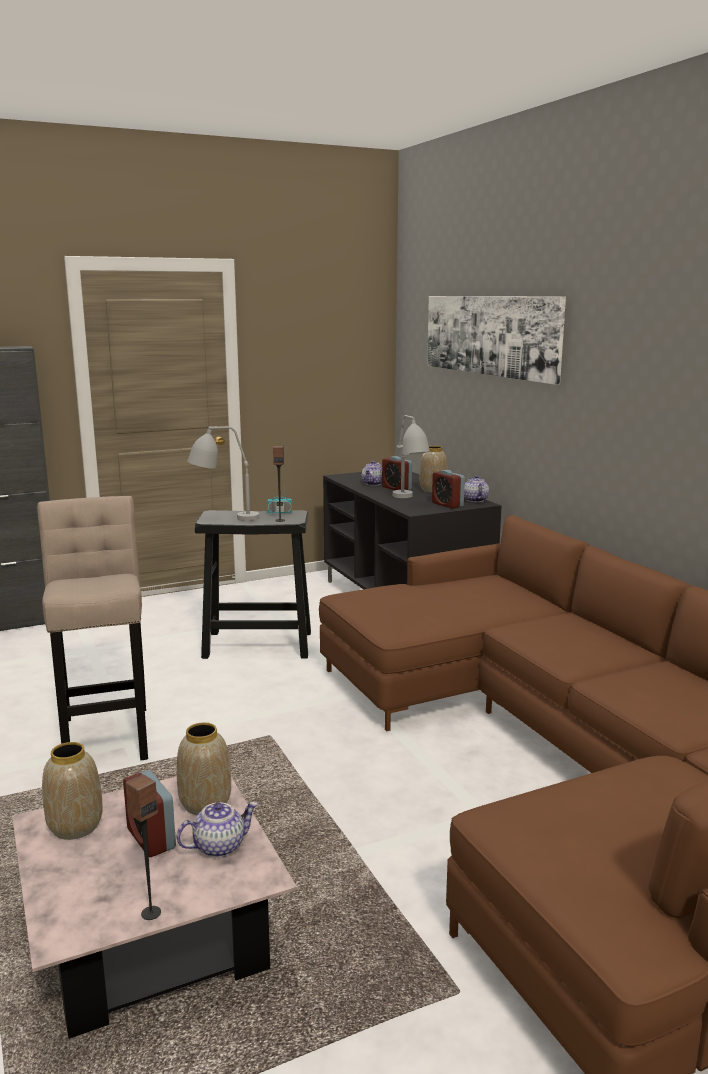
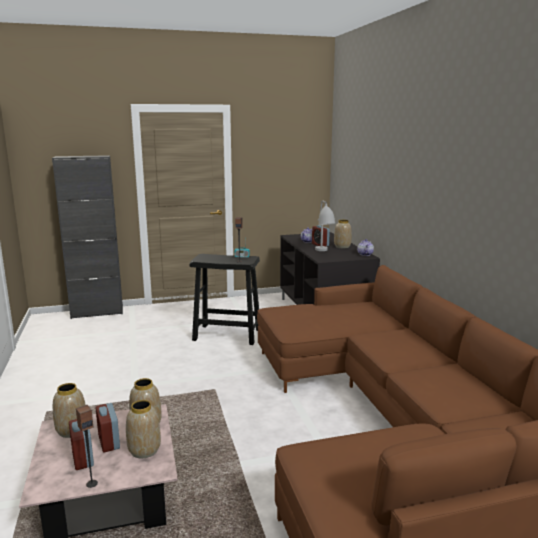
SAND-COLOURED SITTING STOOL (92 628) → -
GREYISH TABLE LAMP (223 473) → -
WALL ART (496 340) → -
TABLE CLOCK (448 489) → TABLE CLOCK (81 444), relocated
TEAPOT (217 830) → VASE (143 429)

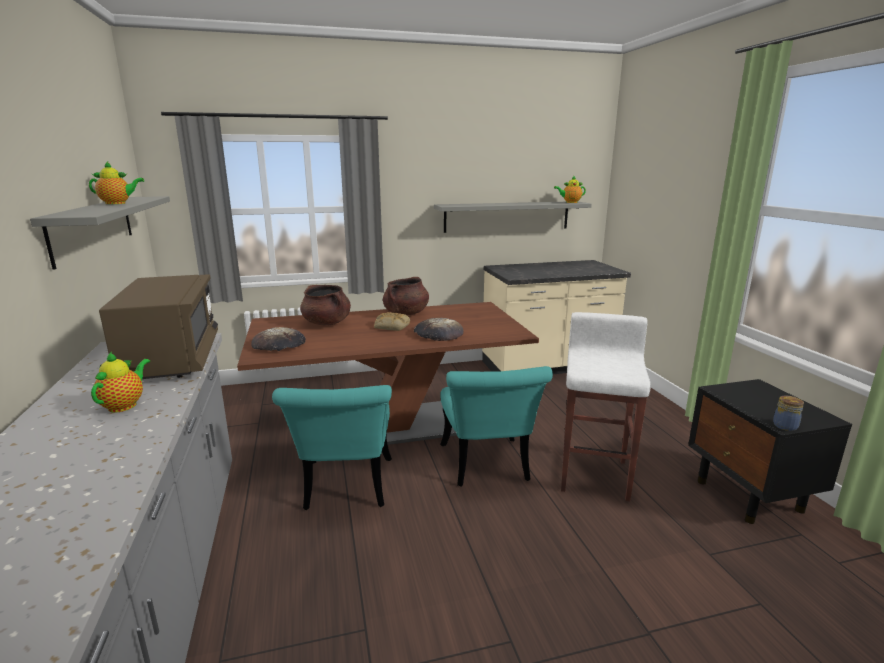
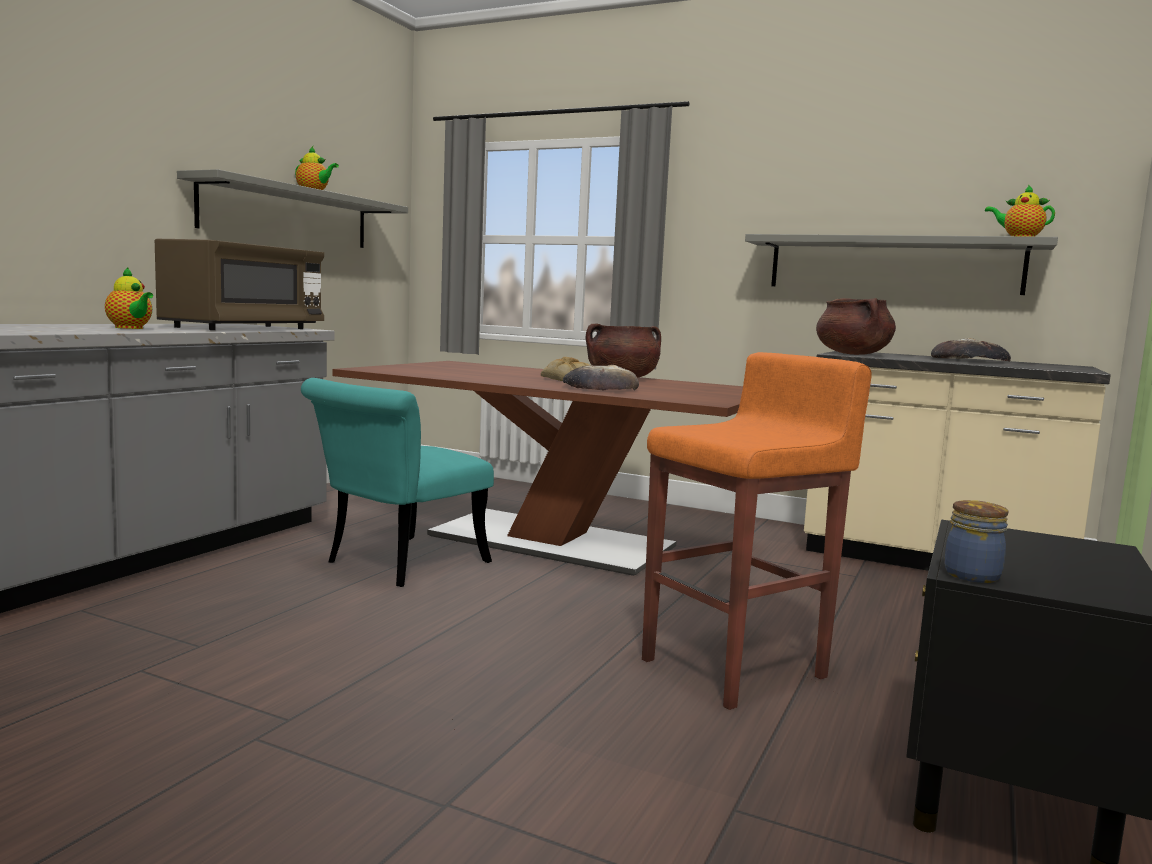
TURQUOISE-COLOURED UPRIGHT CHAIR (496 426) → -
BAKERY BREAD (278 339) → BAKERY BREAD (971 350), relocated
BROWN COOKING POT (325 305) → BROWN COOKING POT (856 326), relocated
WHITE SITTING STOOL (606 407) → ORANGE SITTING STOOL (757 531)
TEAPOT (120 382) → TEAPOT (129 298), 75 degrees clockwise

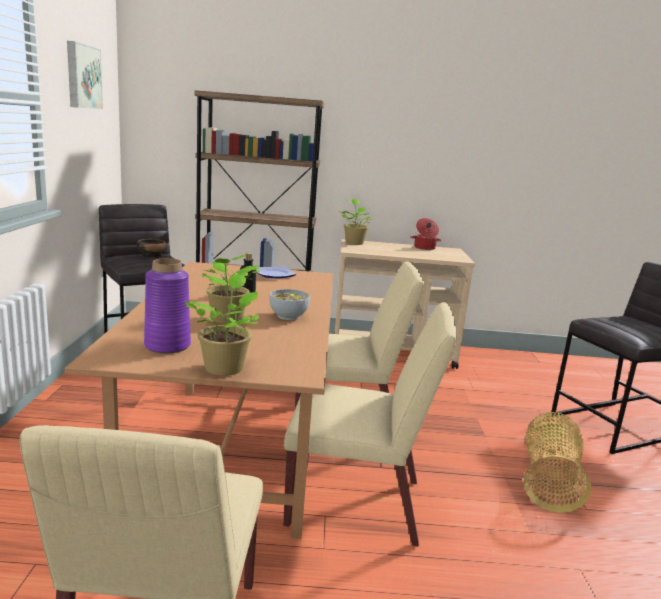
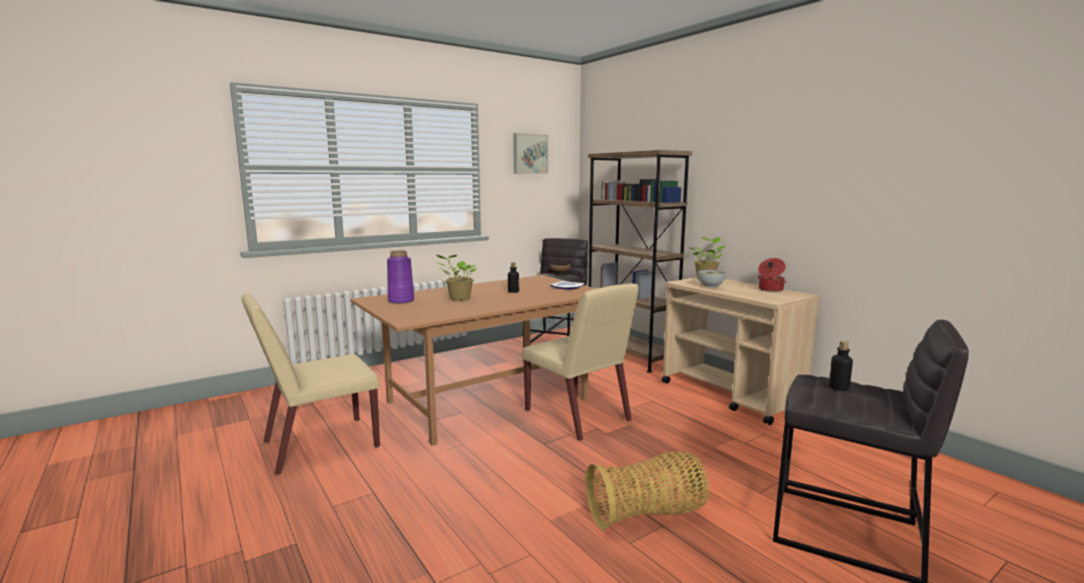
PLANT IN A POT (222 324) → -
SAND-COLOURED UPRIGHT CHAIR (370 424) → -
- → BEVERAGE BOTTLE (841 366)
DEEP DISH (289 304) → DEEP DISH (711 279), relocated

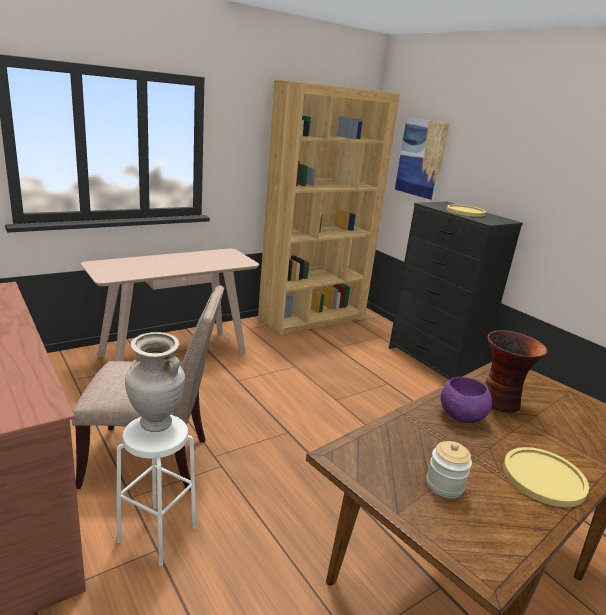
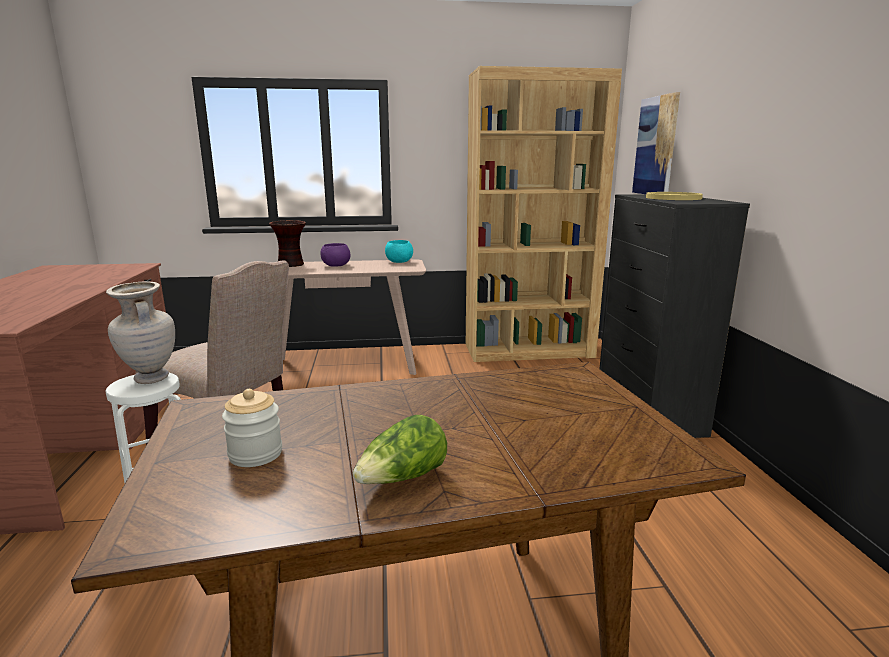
- → TURQUOISE-COLOURED DEEP DISH (399 251)
PURPLE DEEP DISH (466 400) → PURPLE DEEP DISH (335 254), relocated
VASE (516 371) → VASE (287 243), relocated
YELLOW DINNER PLATE (546 477) → LETTUCE HEAD (400 449)

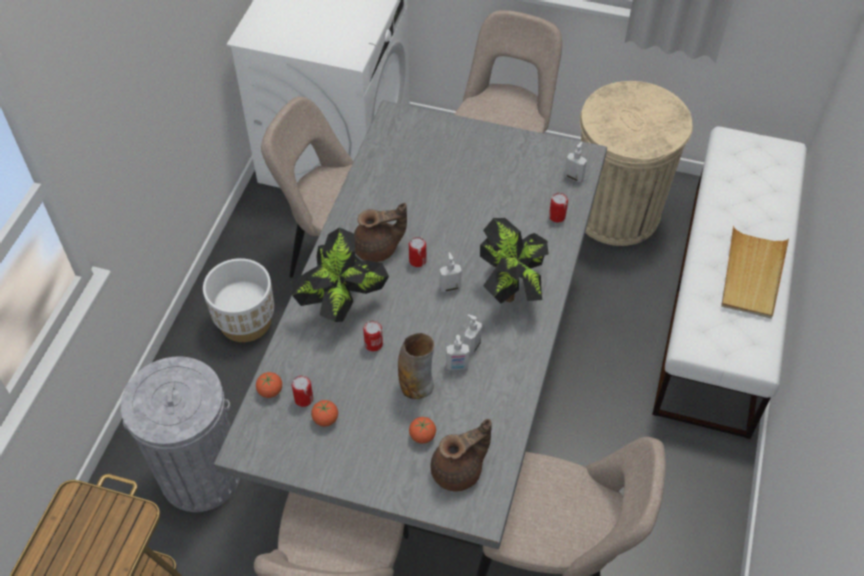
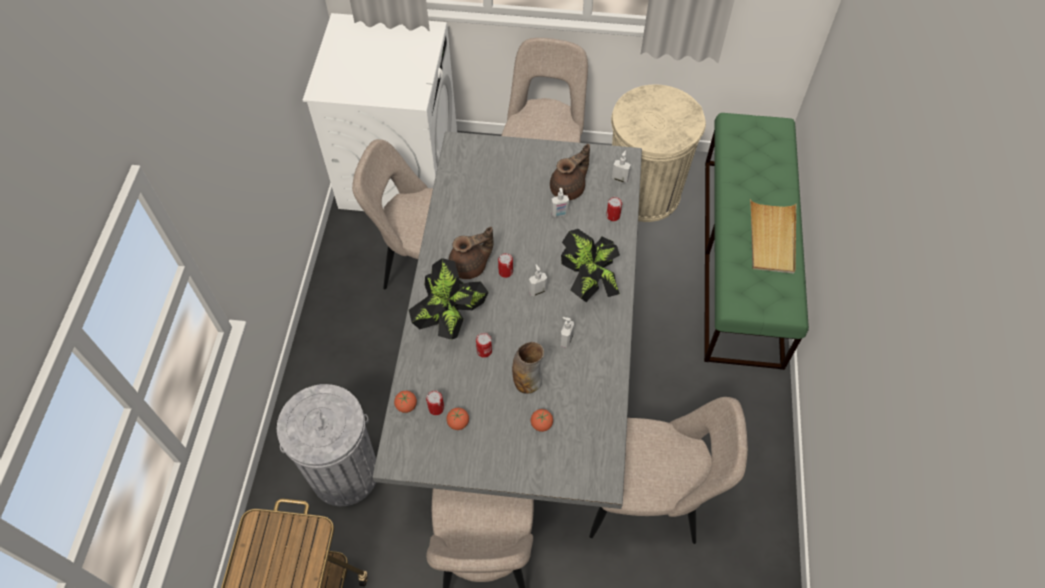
WHITE PLANT POT (238 300) → -
BROWN TEAPOT (461 455) → BROWN TEAPOT (570 172), relocated
SOAP DISPENSER (457 352) → SOAP DISPENSER (560 202), relocated
WHITE BENCH (729 282) → GREEN BENCH (756 241)

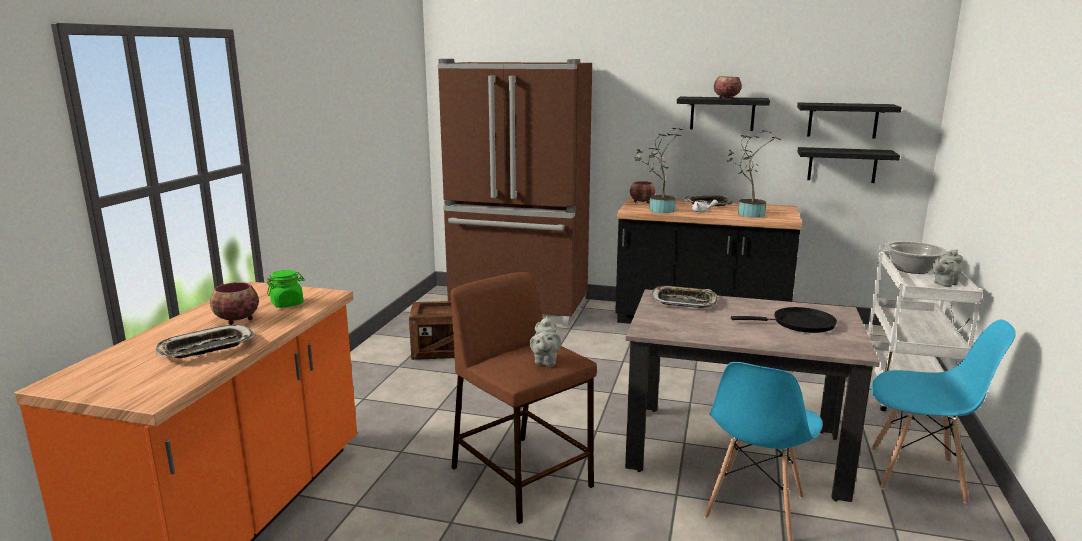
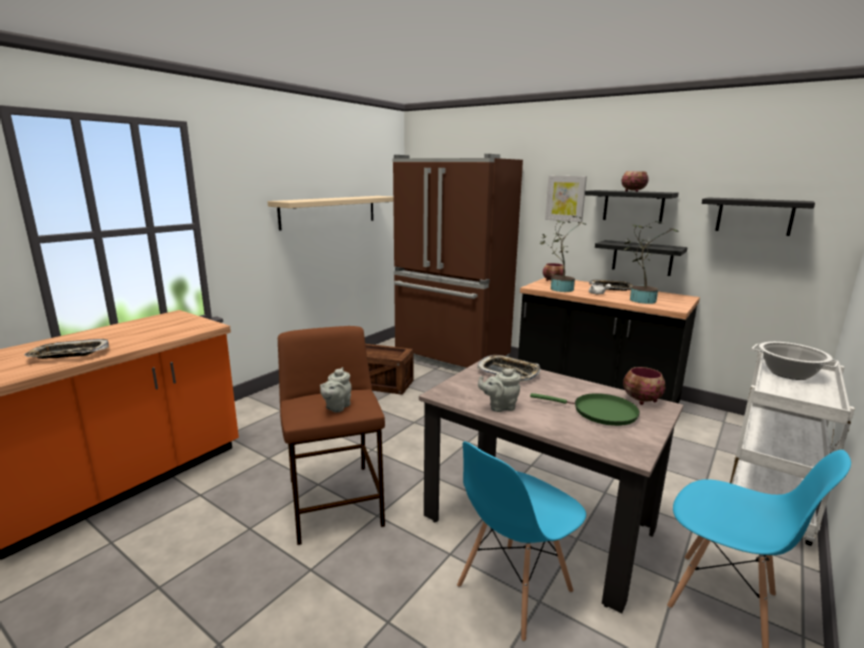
GREEN STORAGE JAR (286 289) → -
- → SAND-COLOURED BRACKET SHELF (330 213)
- → WALL ART (566 199)
DEEP DISH (234 303) → DEEP DISH (644 386), relocated
BLACK-COLOURED BRACKET SHELF (848 165) → BLACK-COLOURED BRACKET SHELF (641 258), relocated
GREYISH TEAPOT (947 268) → GREYISH TEAPOT (499 390), relocated
BLACK-COLOURED SKILLET (784 320) → GREEN SKILLET (585 409)

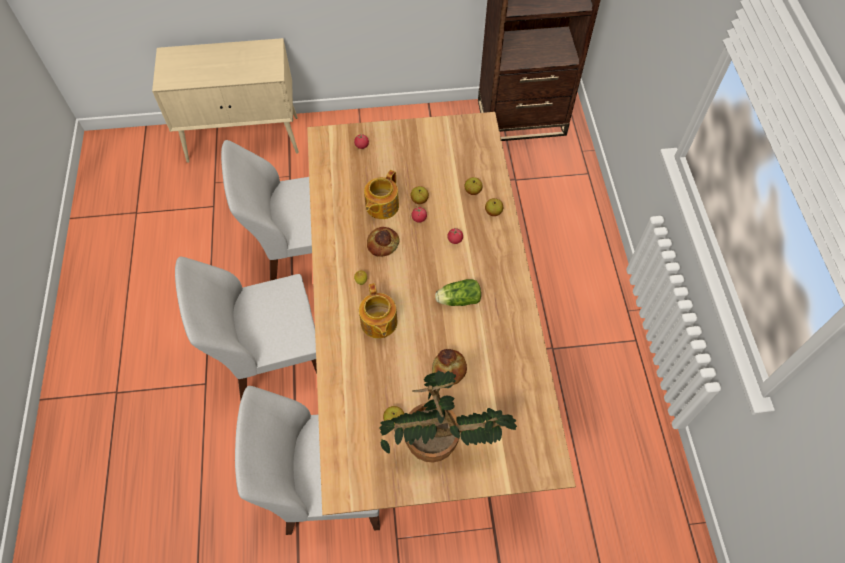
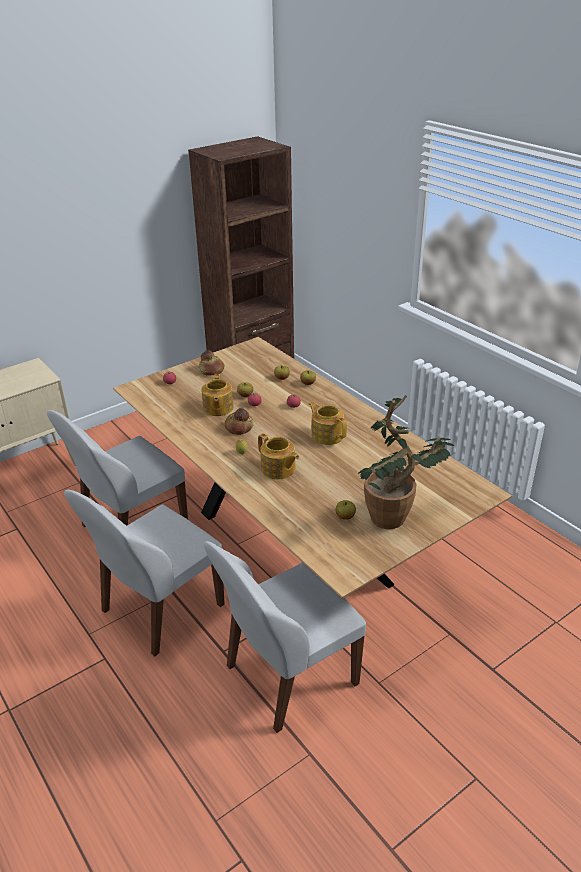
BAKERY BREAD (449 367) → BAKERY BREAD (211 363), relocated
LETTUCE HEAD (458 292) → TEAPOT (328 423)

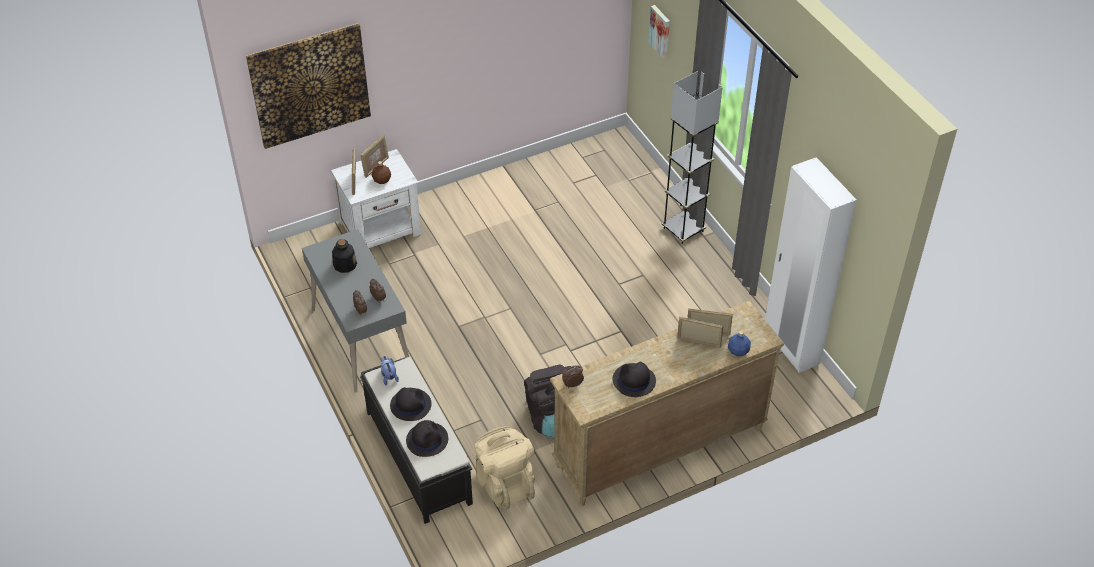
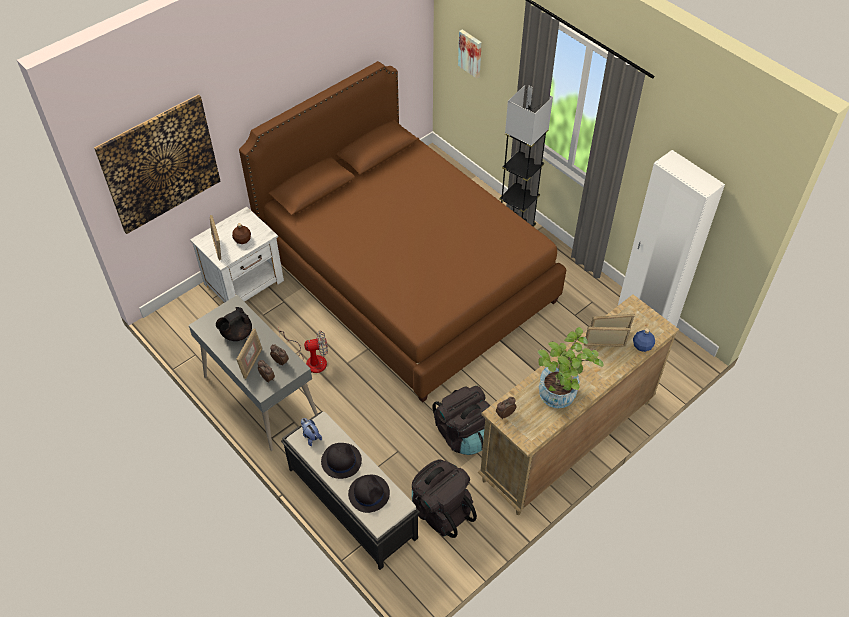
- → BROWN BED (402 232)
- → FAN (303 350)
PICTURE FRAME (374 156) → PICTURE FRAME (249 354), relocated
BEVERAGE BOTTLE (344 256) → BLACK-COLOURED TEAPOT (234 324)
BLACK-COLOURED WEARABLE HAT (634 379) → PLANT IN A POT (571 367)
SAND-COLOURED BACKPACK (504 468) → BLACK-COLOURED BACKPACK (444 498)

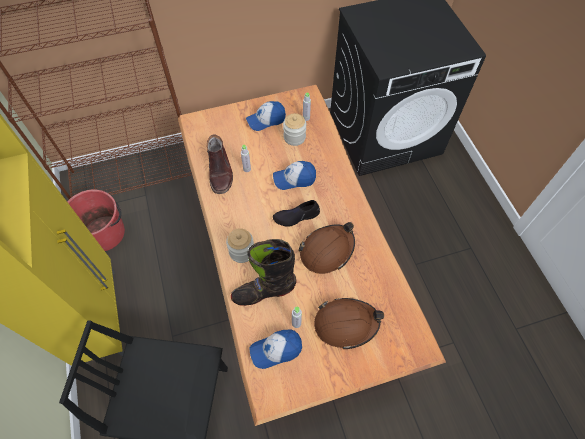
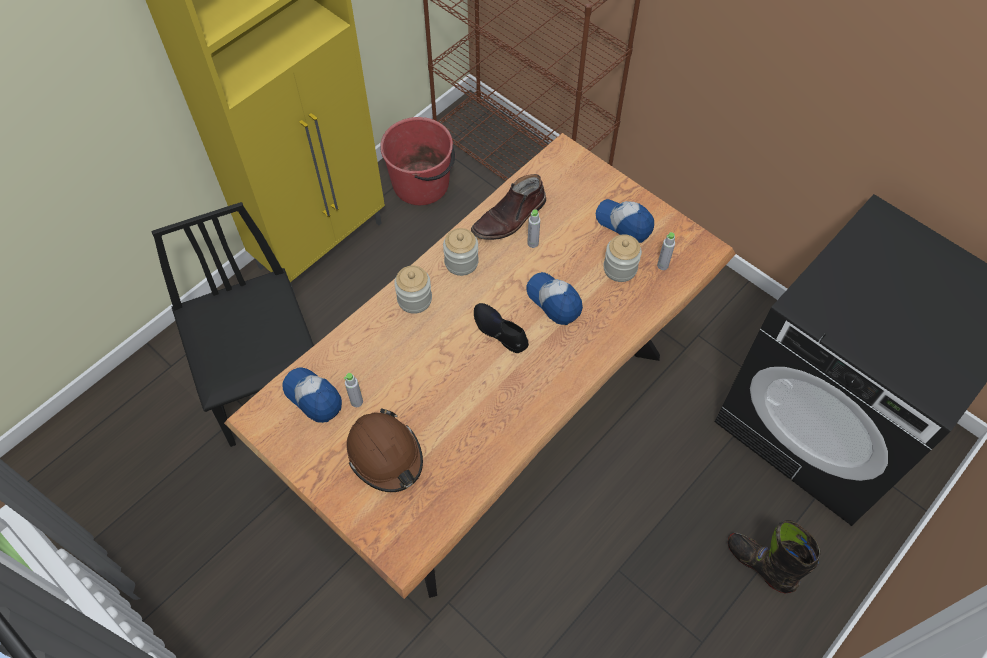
BROWN SAFETY HELMET (326 248) → -
- → STORAGE JAR (461 252)
BLACK-COLOURED BOOT (264 272) → BLACK-COLOURED BOOT (774 556), relocated

